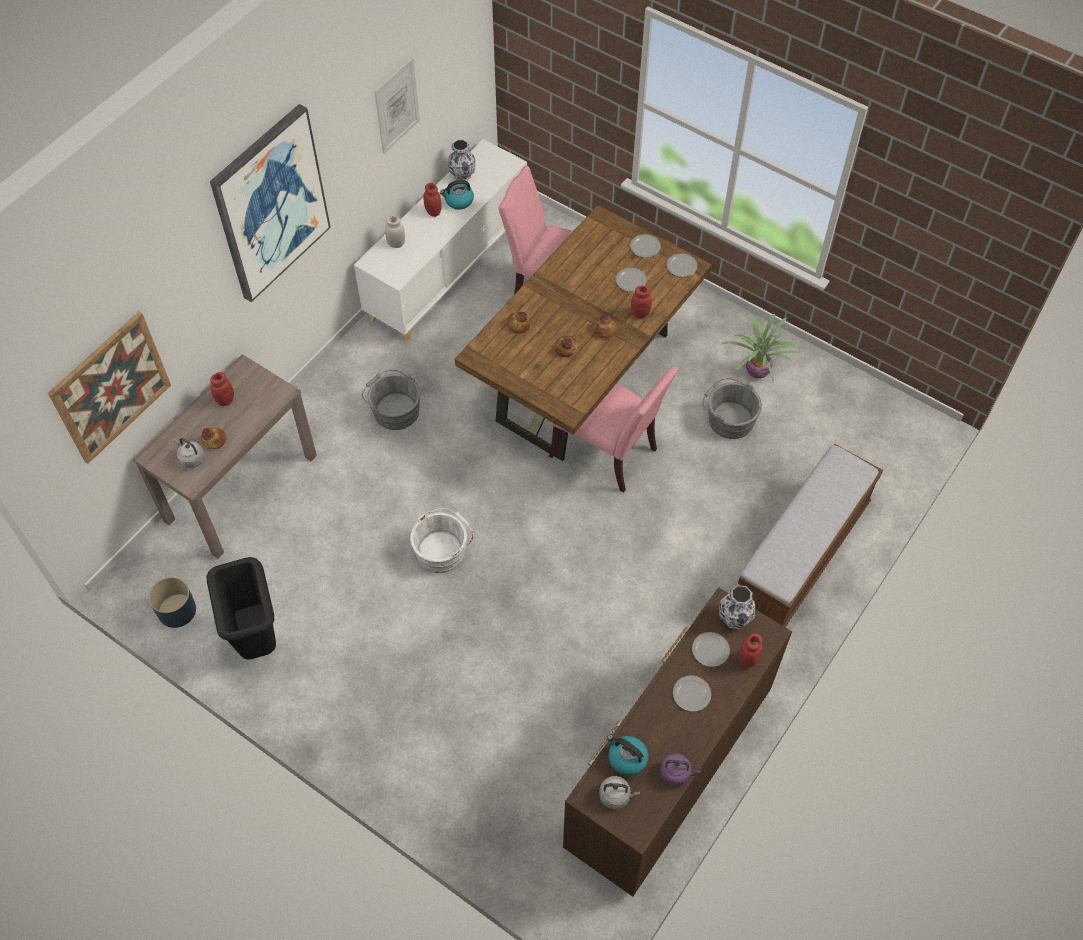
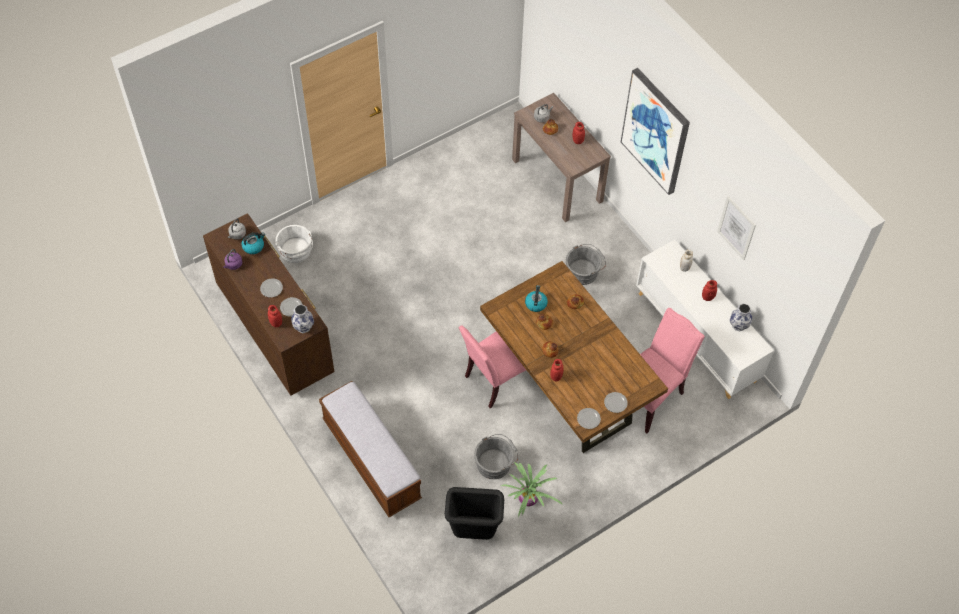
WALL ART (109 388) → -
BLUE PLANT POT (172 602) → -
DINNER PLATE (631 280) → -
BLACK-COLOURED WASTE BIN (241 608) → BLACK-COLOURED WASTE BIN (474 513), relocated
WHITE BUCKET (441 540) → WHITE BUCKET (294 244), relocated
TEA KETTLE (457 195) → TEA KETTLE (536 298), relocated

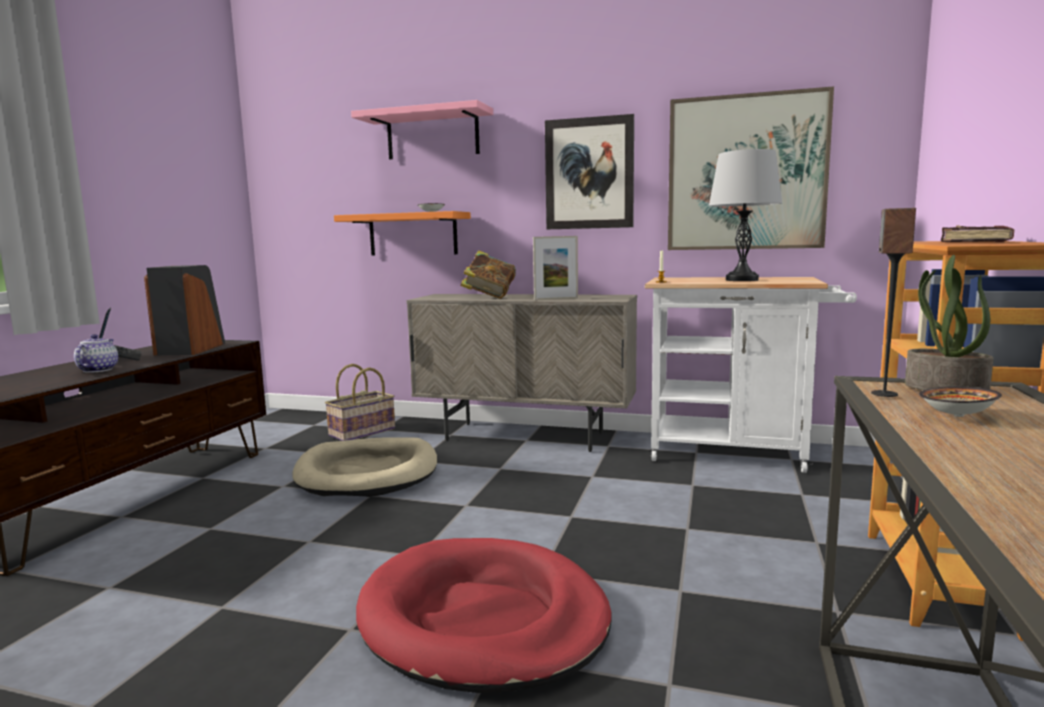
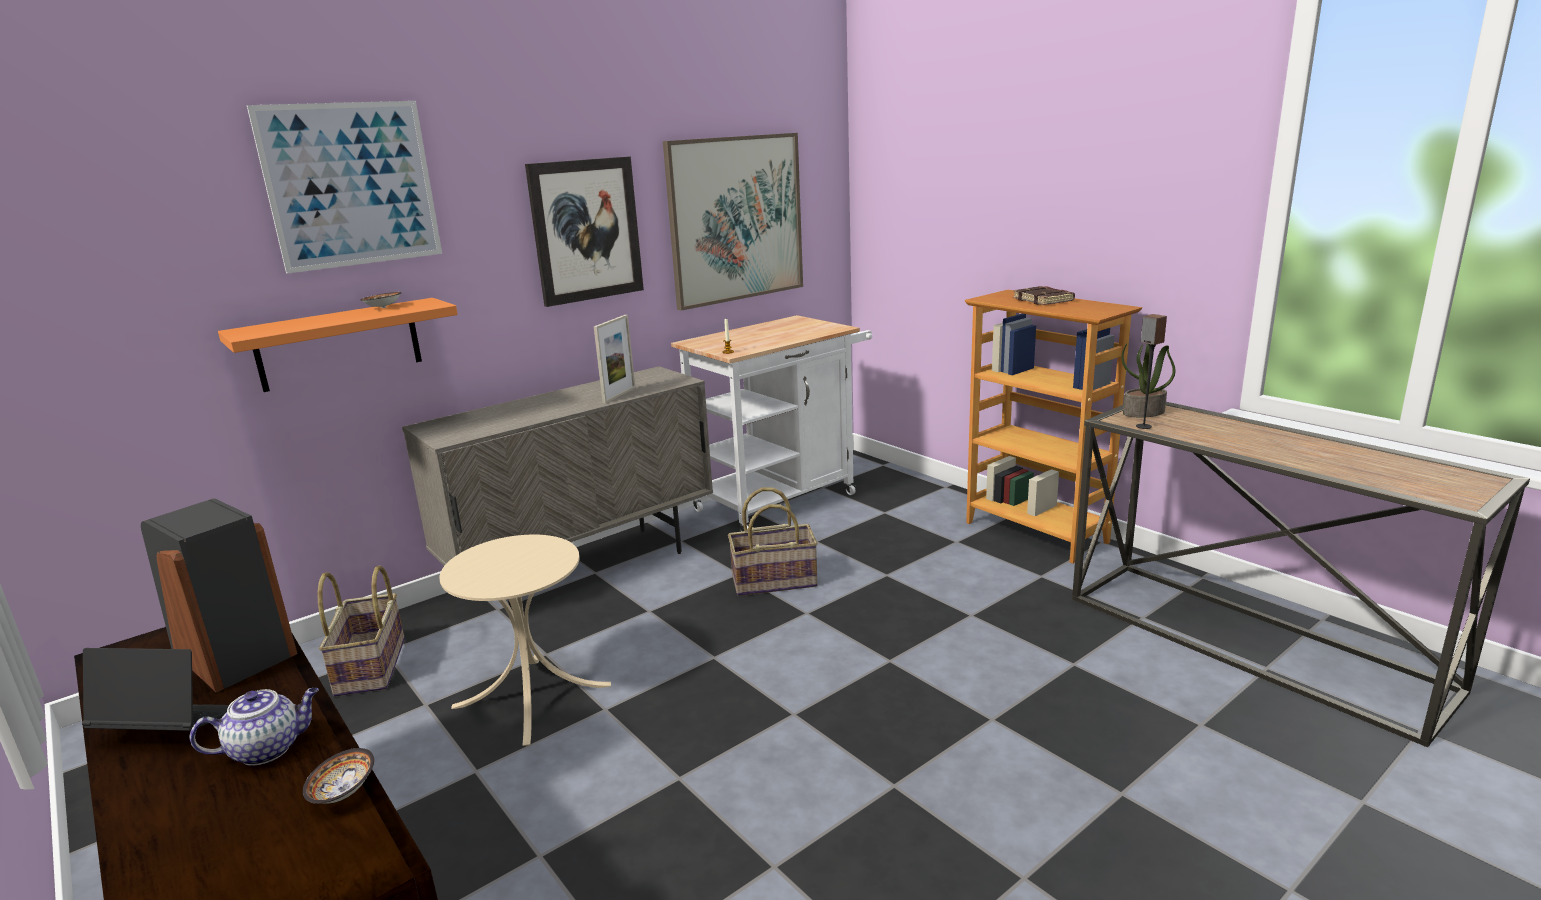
RED-COLOURED DOG BED (484 615) → -
VOLUME (488 274) → -
GREYISH TABLE LAMP (745 215) → -
- → HOUSEHOLD BASKET (773 541)
DEEP DISH (960 402) → DEEP DISH (338 776), relocated
SAND-COLOURED DOG BED (365 467) → SAND-COLOURED END TABLE (525 640)
PINKISH BRACKET SHELF (422 129) → WALL ART (344 187)
TEAPOT (96 353) → TEAPOT (254 727), 120 degrees clockwise

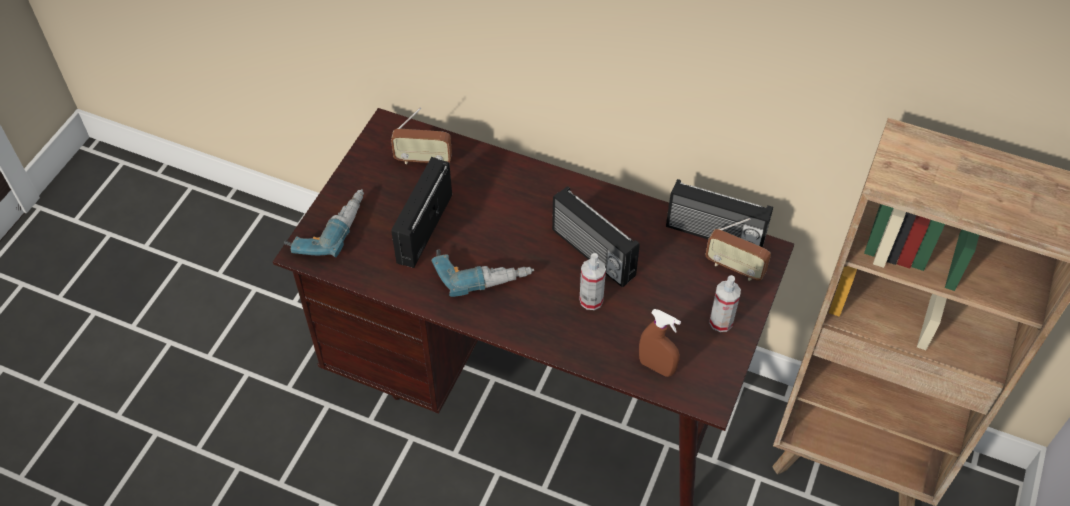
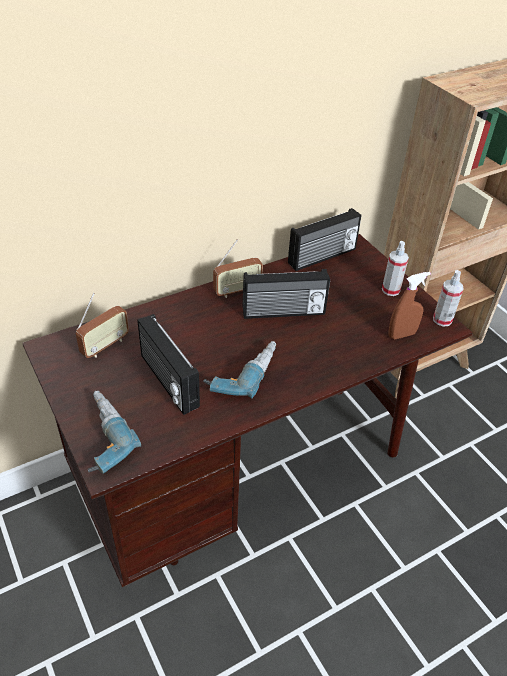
SPRAY BOTTLE (592 281) → SPRAY BOTTLE (448 298), relocated
RADIO SET (738 249) → RADIO SET (238 268), relocated

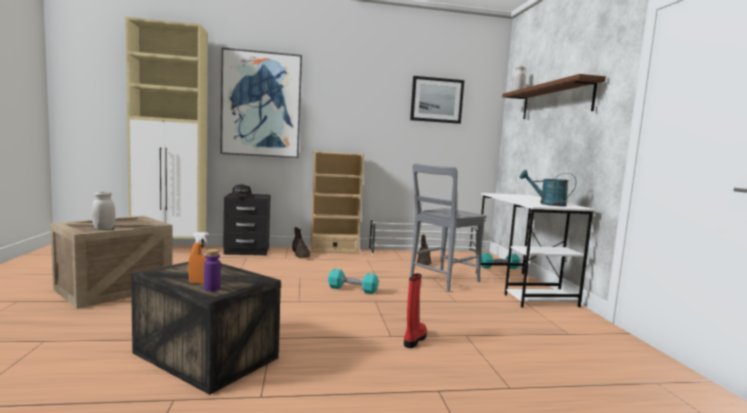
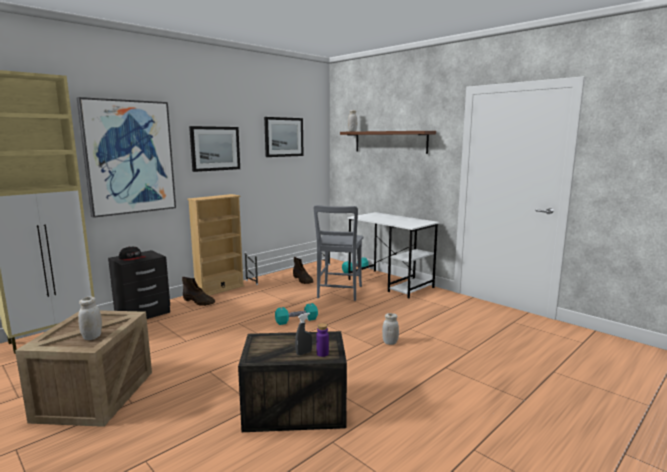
TURQUOISE-COLOURED WATERING CAN (547 188) → -
- → WALL ART (214 149)
RED-COLOURED BOOT (415 311) → WHITE STORAGE JAR (390 329)
ORANGE SPRAY BOTTLE (198 258) → GREYISH SPRAY BOTTLE (303 334)

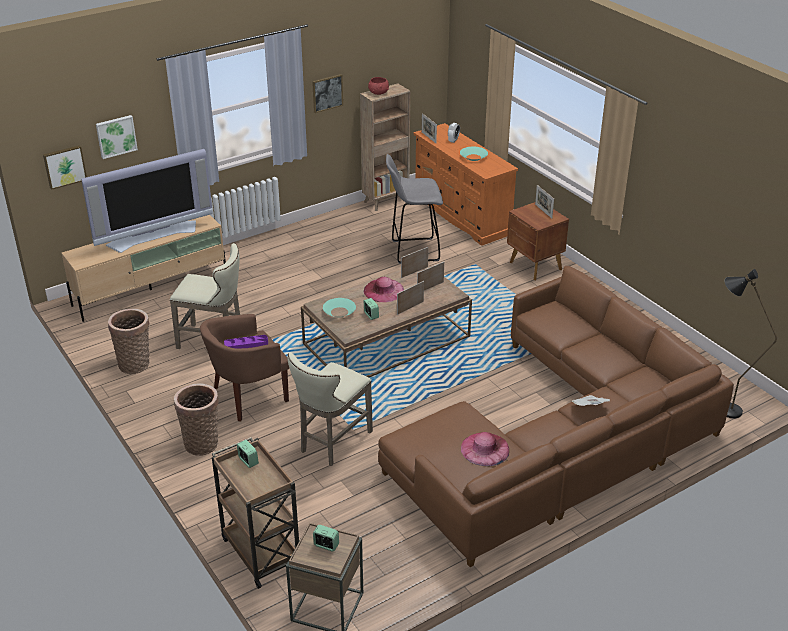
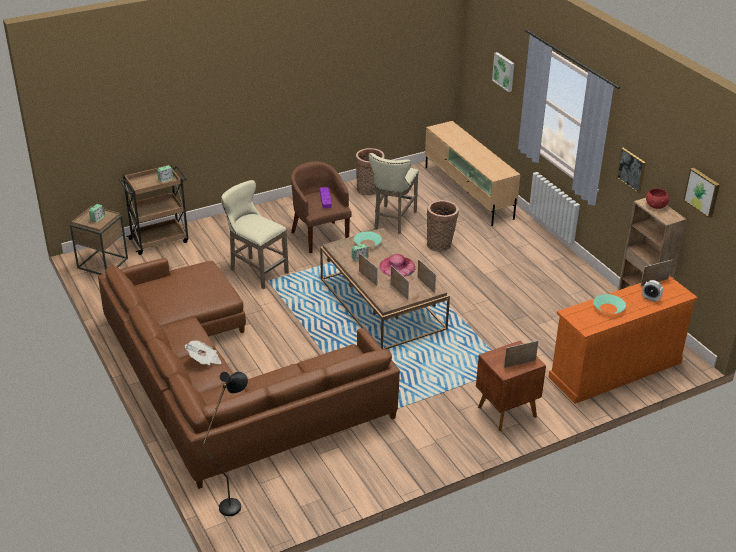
TELEVISION (147 201) → -
GREYISH SITTING STOOL (414 209) → -
PINKISH WEARABLE HAT (485 449) → -
WALL ART (65 167) → WALL ART (701 193), relocated
HOUSEHOLD BASKET (196 419) → HOUSEHOLD BASKET (443 226), relocated

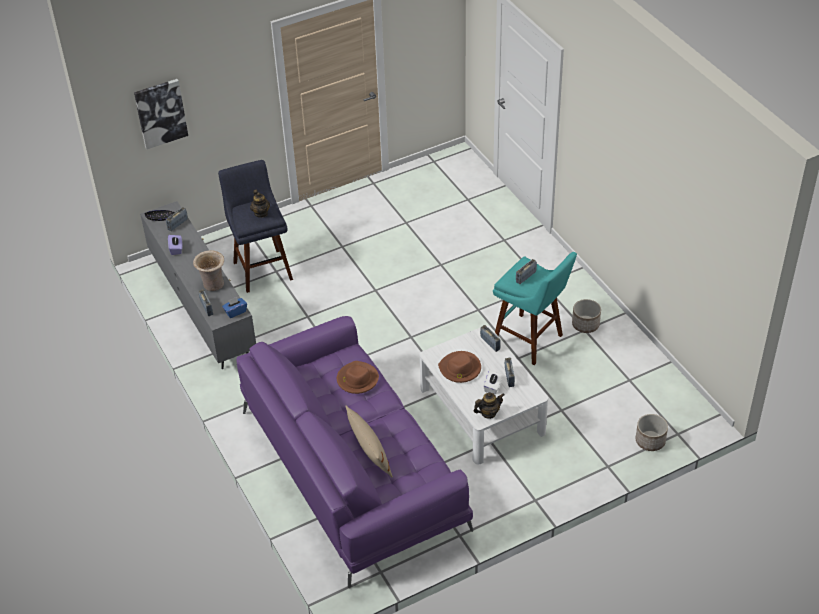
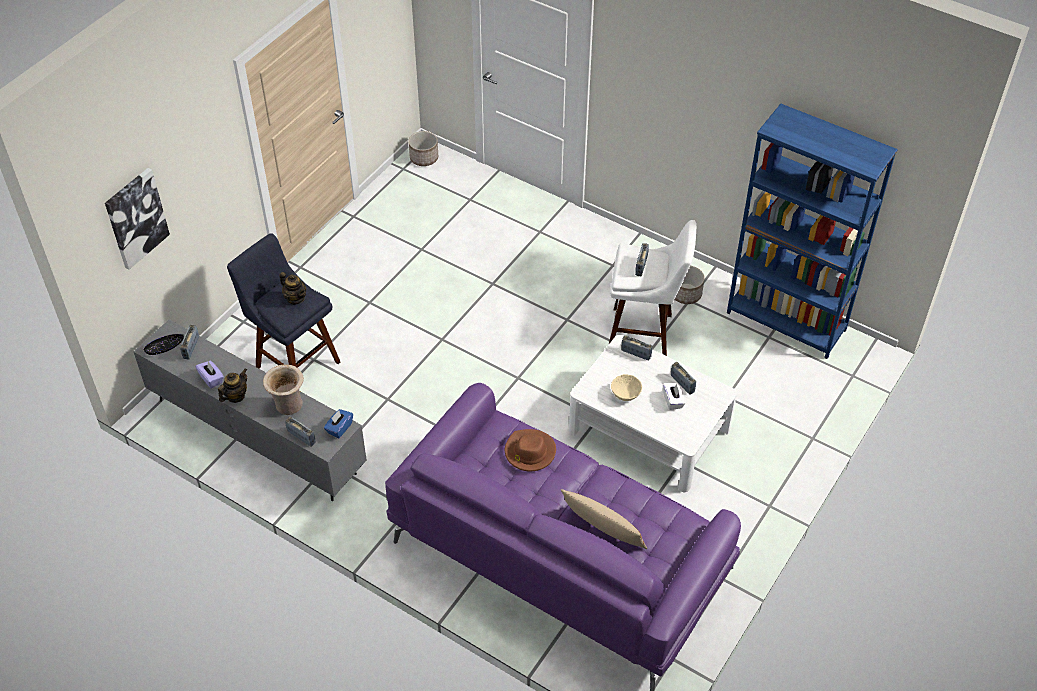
- → BLUE SHELVING UNIT (812 231)
TEAPOT (488 405) → TEAPOT (232 386), relocated
PLANT POT (652 432) → PLANT POT (423 148), relocated
BROWN WEARABLE HAT (459 367) → SAND-COLOURED DEEP DISH (626 387)
TURQUOISE-COLOURED SITTING STOOL (535 308) → WHITE SITTING STOOL (652 288)

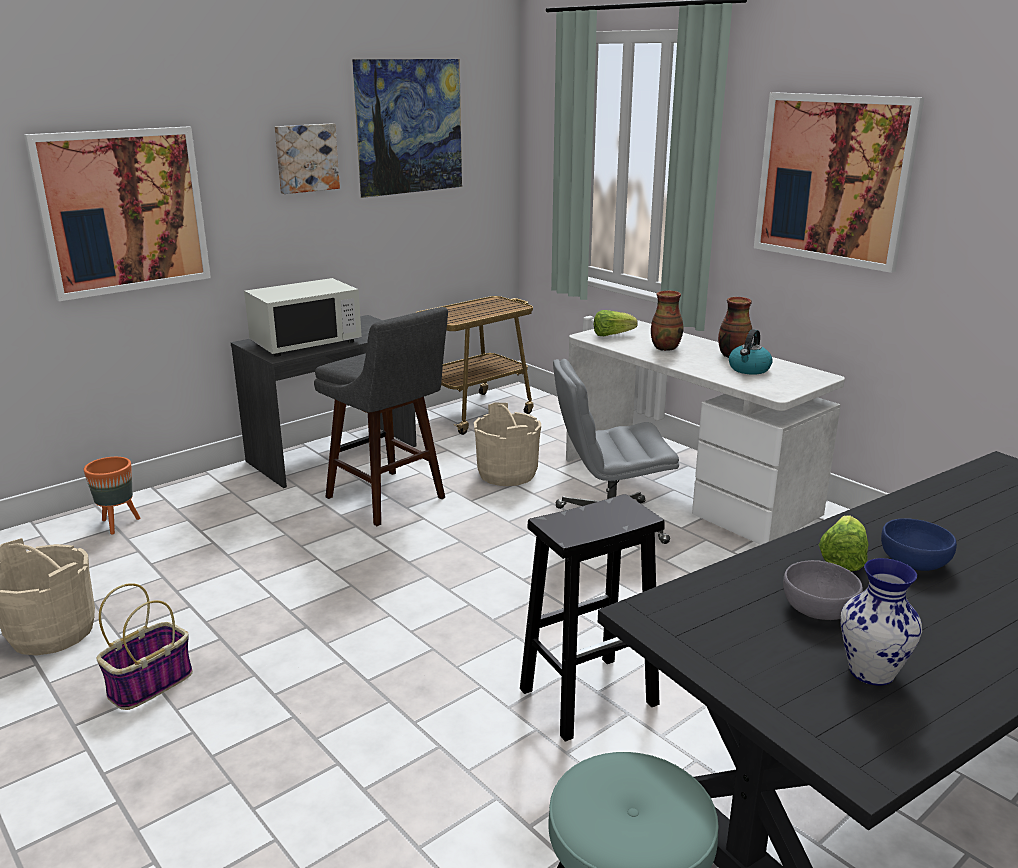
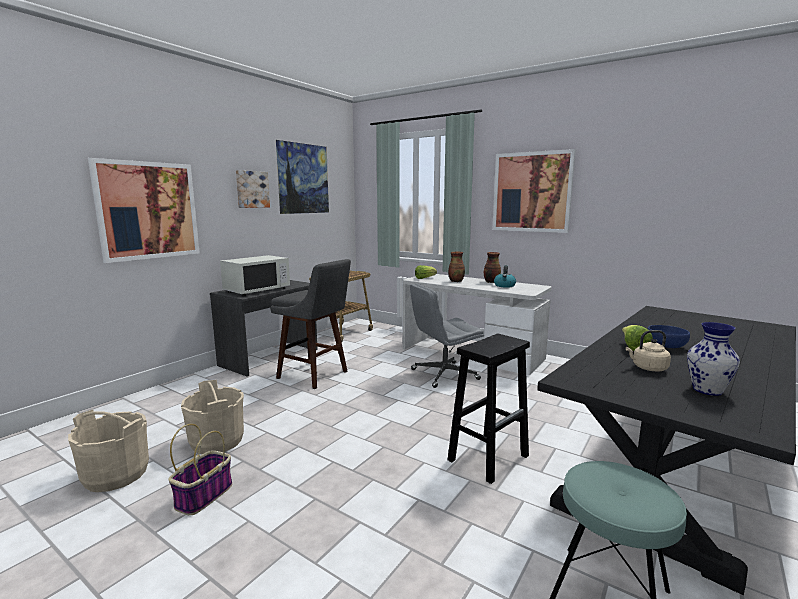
ORANGE PLANT POT (112 495) → -
SAND-COLOURED BUCKET (507 444) → SAND-COLOURED BUCKET (212 417), relocated
GREYISH DEEP DISH (823 590) → SAND-COLOURED TEA KETTLE (648 351)

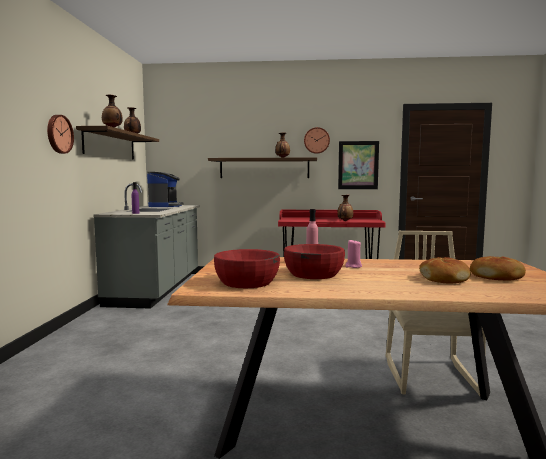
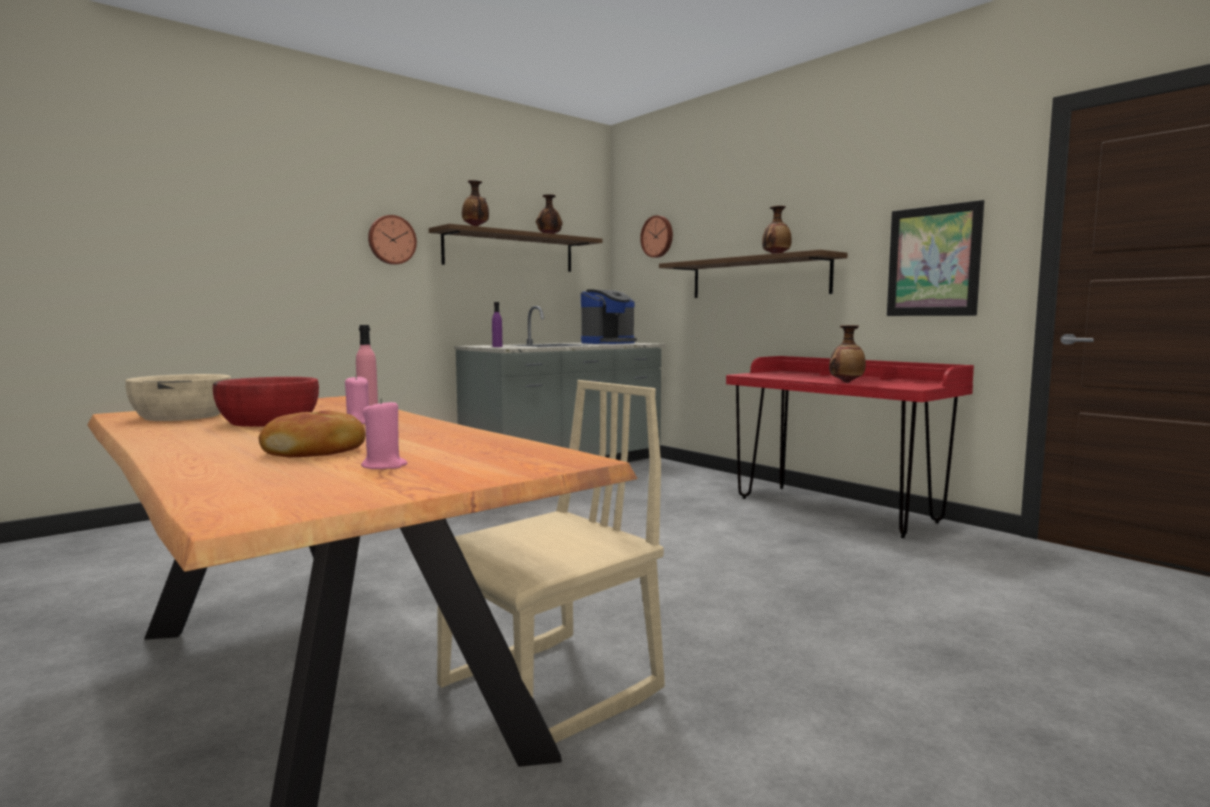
HANGING CLOCK (317 140) → HANGING CLOCK (656 236), relocated
BAKERY BREAD (498 268) → PINKISH WAX CANDLE (384 433)
RED-COLOURED DEEP DISH (247 268) → SAND-COLOURED DEEP DISH (178 397)

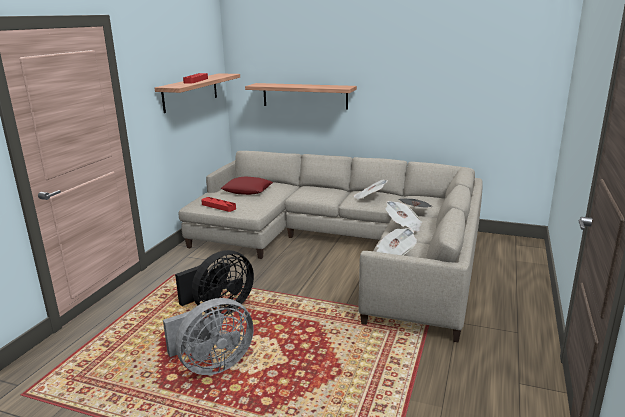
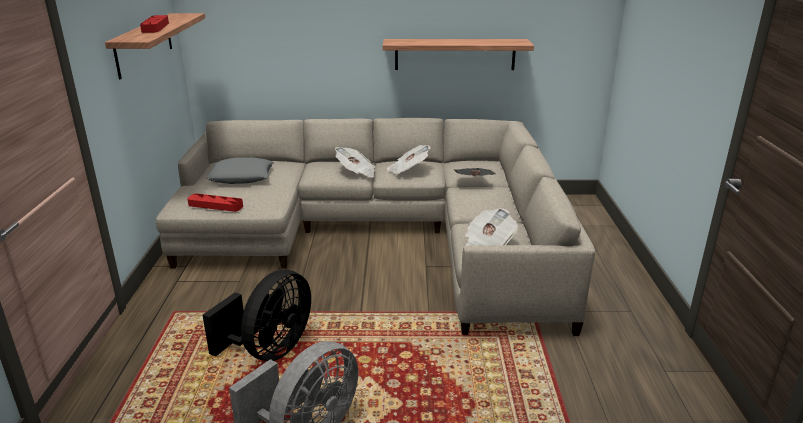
BRACKET SHELF (301 96) → BRACKET SHELF (458 54), relocated
DAILY PAPER (404 216) → DAILY PAPER (355 162), relocated
RED-COLOURED THROW PILLOW (247 186) → GREYISH THROW PILLOW (240 170)

